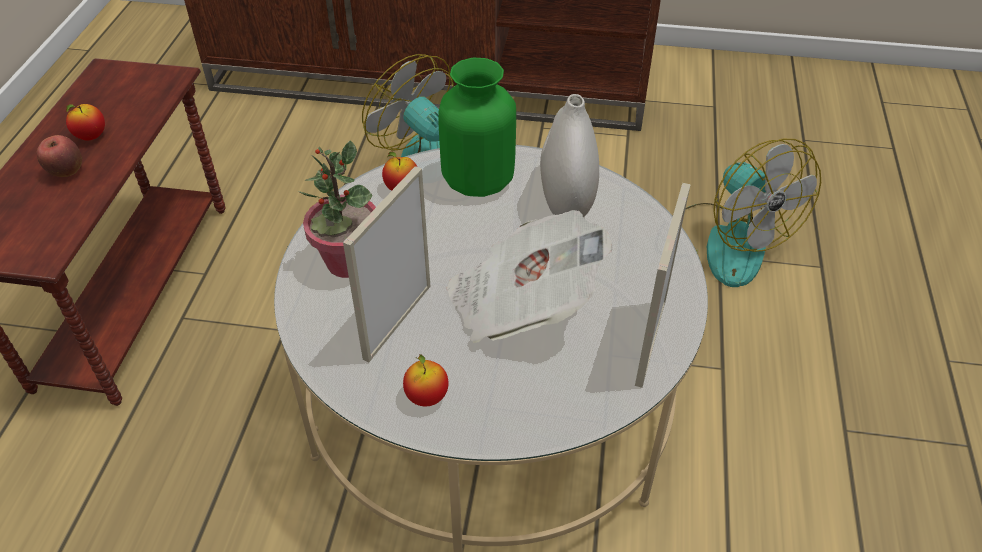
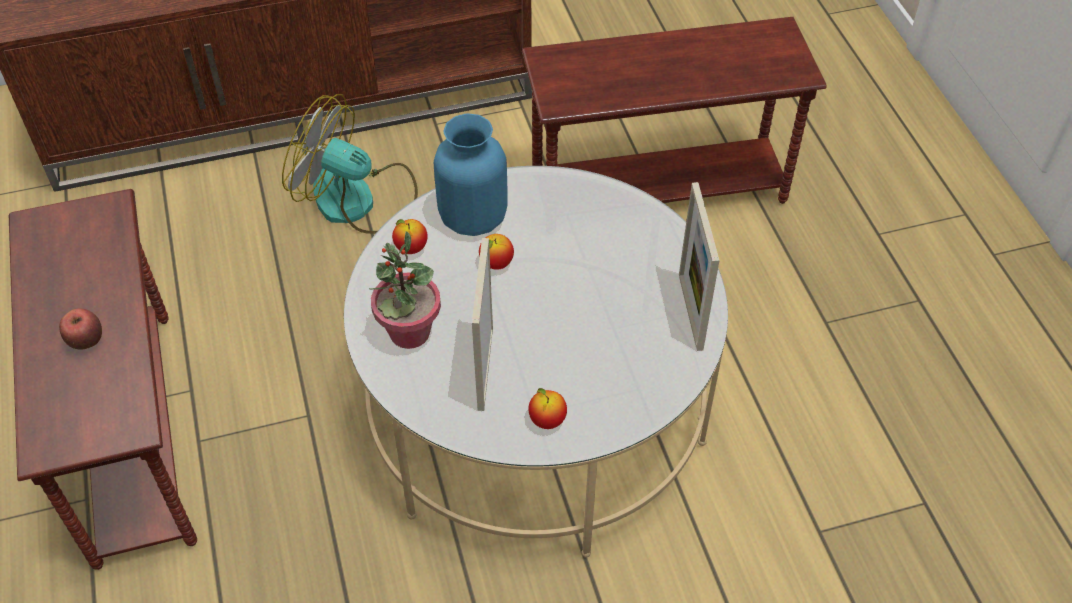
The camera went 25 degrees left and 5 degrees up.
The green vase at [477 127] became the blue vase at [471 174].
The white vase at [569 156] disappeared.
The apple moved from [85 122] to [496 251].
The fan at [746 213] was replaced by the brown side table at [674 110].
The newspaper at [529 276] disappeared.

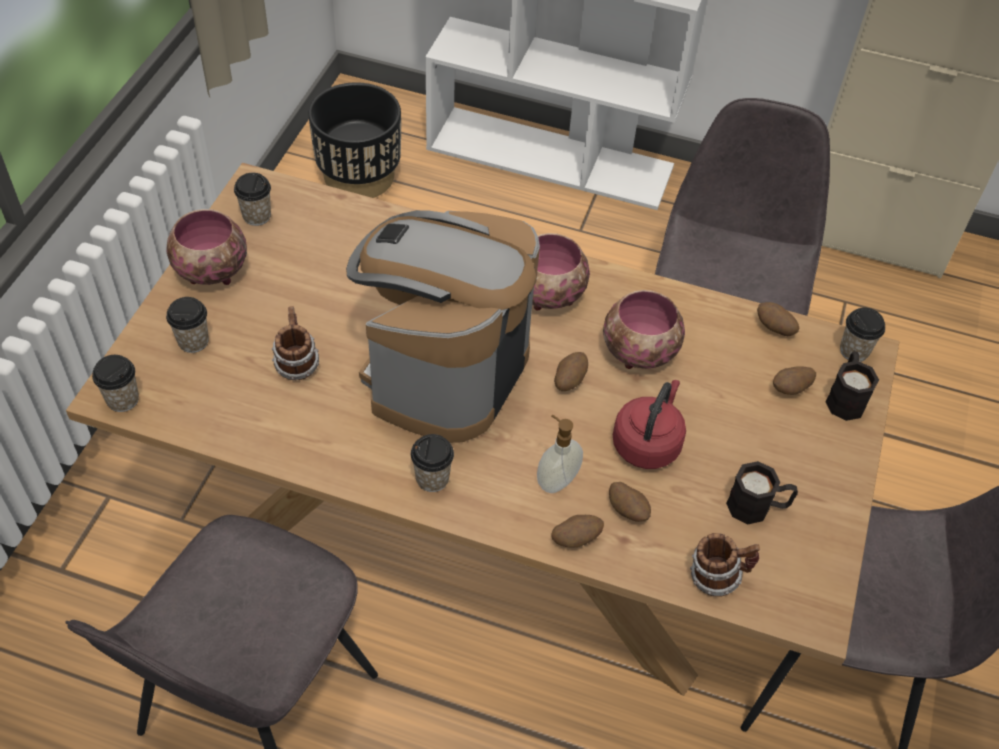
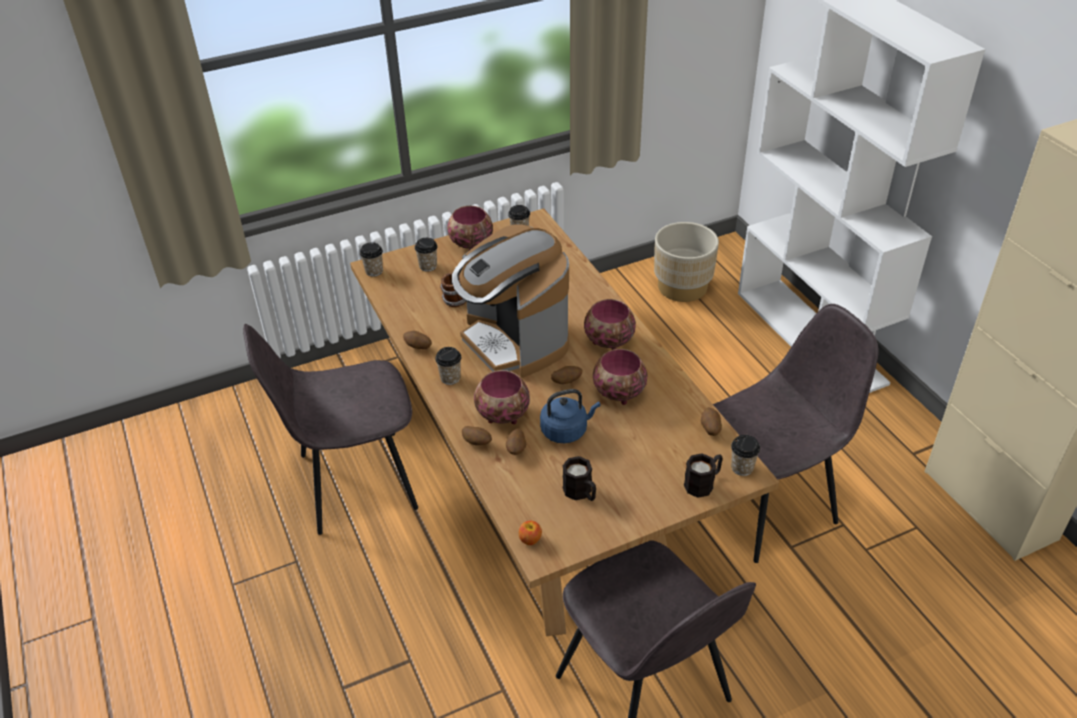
The camera went 50 degrees right and 10 degrees down.
The black planter at [354 140] became the beige planter at [686 262].
The coffee machine at [443 326] turned 105 degrees counterclockwise.
The potato moved from [794 380] to [417 340].
The red kettle at [649 424] became the blue kettle at [570 416].
The soap dispenser at [560 454] was replaced by the bowl at [502 397].
The mug at [725 565] disappeared.
The apple at [530 533] appeared.

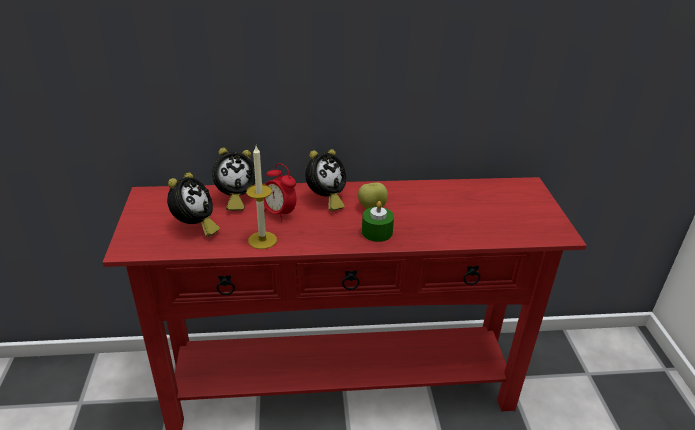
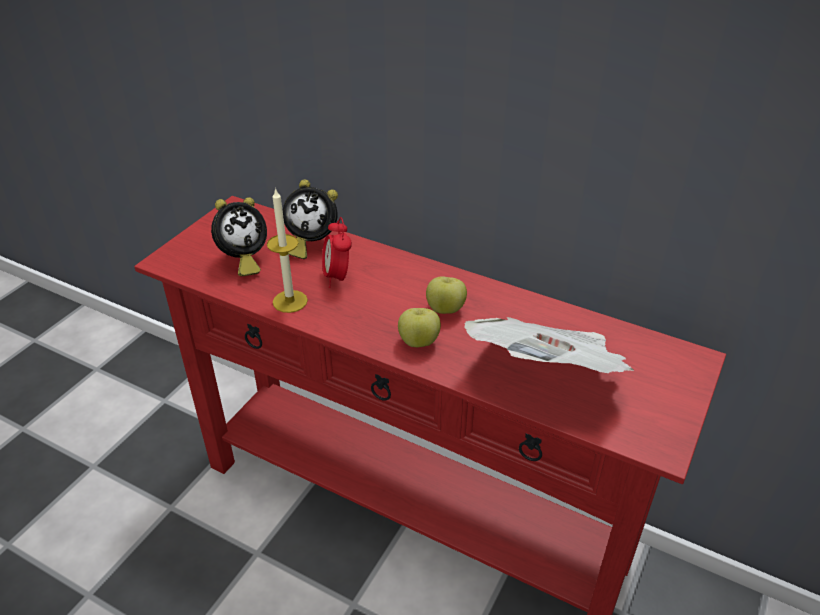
The camera went 35 degrees right and 5 degrees up.
The alarm clock at [325 180] disappeared.
The green candle at [378 221] was replaced by the apple at [419 327].
The newspaper at [549 345] appeared.

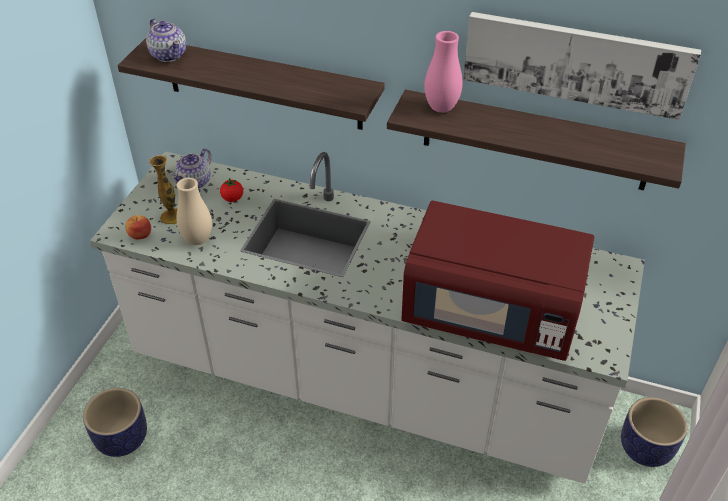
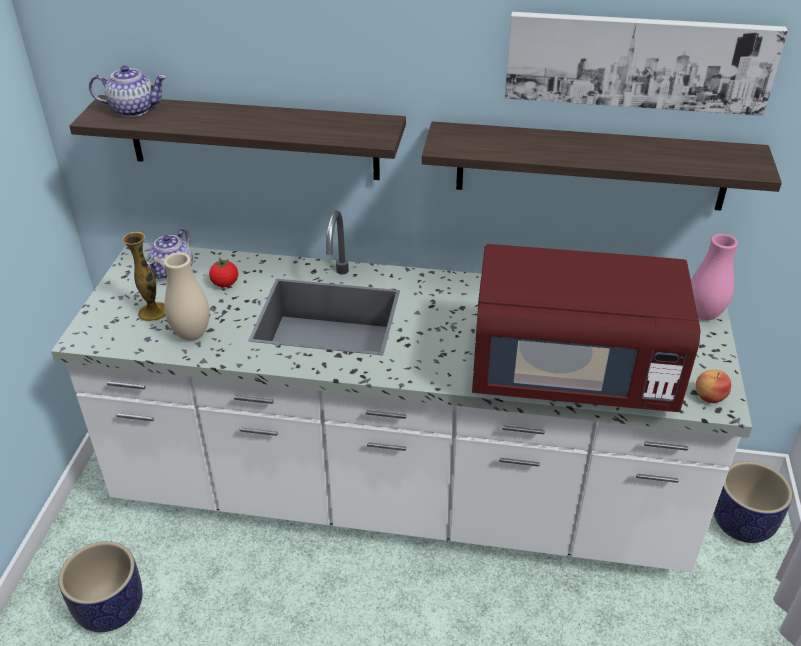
The camera went 10 degrees left and 5 degrees down.
The teapot at [166 40] turned 45 degrees counterclockwise.
The pink vase moved from [443 72] to [714 277].
The apple moved from [138 227] to [713 386].

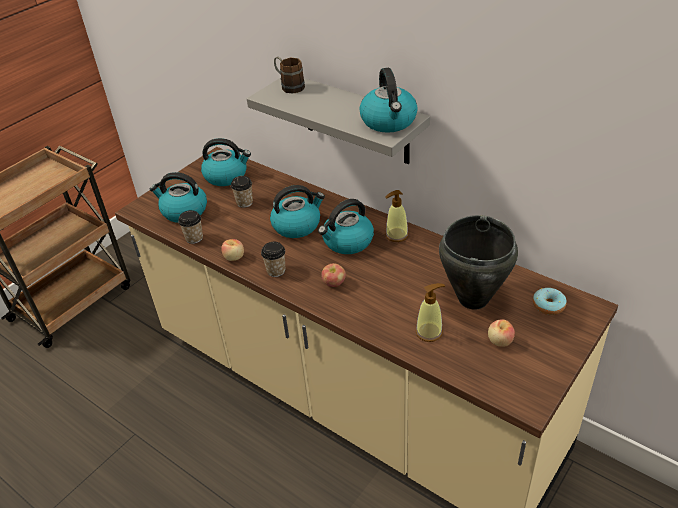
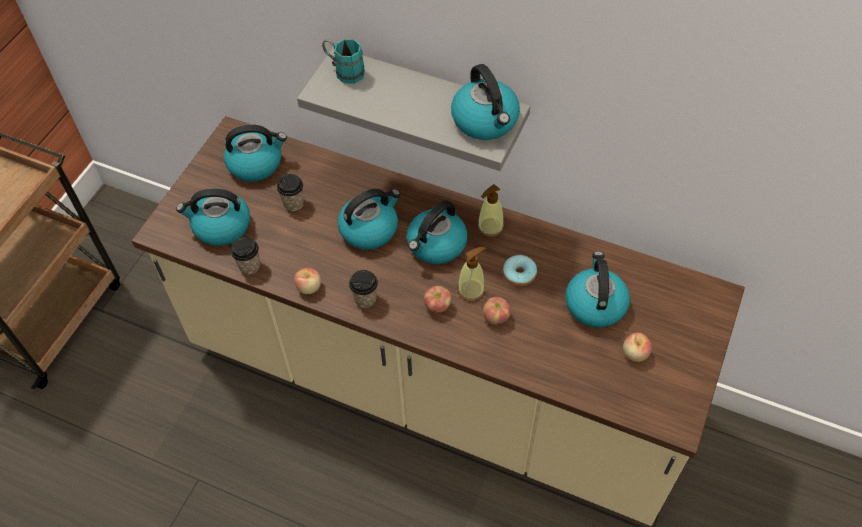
The camera went 15 degrees left and 15 degrees up.
The brown mug at [289 75] became the turquoise mug at [343 61].
The black cooking pot at [478 262] was replaced by the kettle at [597 289].
The soap dispenser moved from [430 312] to [471 274].
The donut moved from [549 301] to [520 270].
The apple at [497 311] appeared.

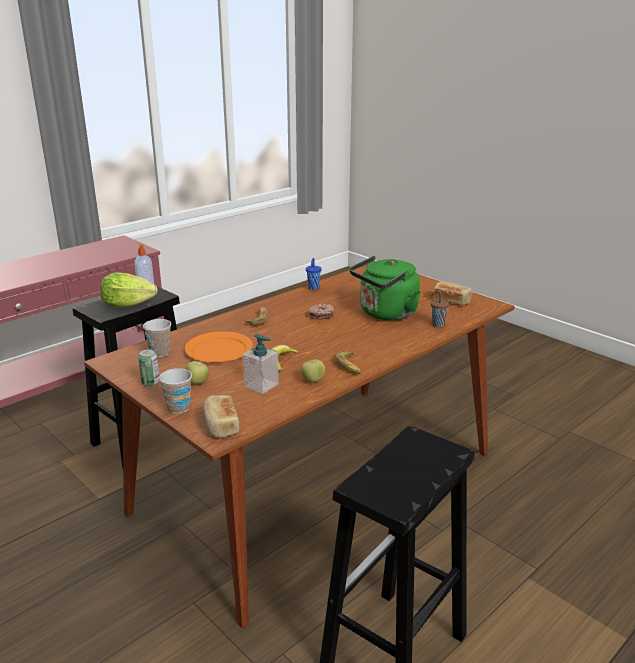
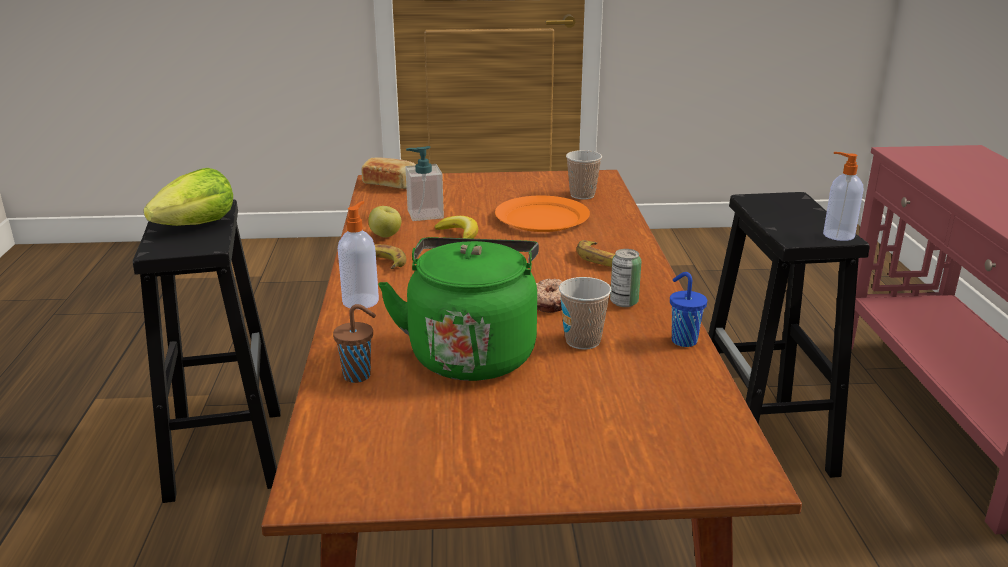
The camera went 130 degrees right and 0 degrees up.
The lettuce moved from [129 289] to [188 197].
The bread at [452 293] disappeared.
The can moved from [149 367] to [626 278].
The apple at [197 372] disappeared.
The cup moved from [175 391] to [585 313].
The soap dispenser at [358 254] appeared.

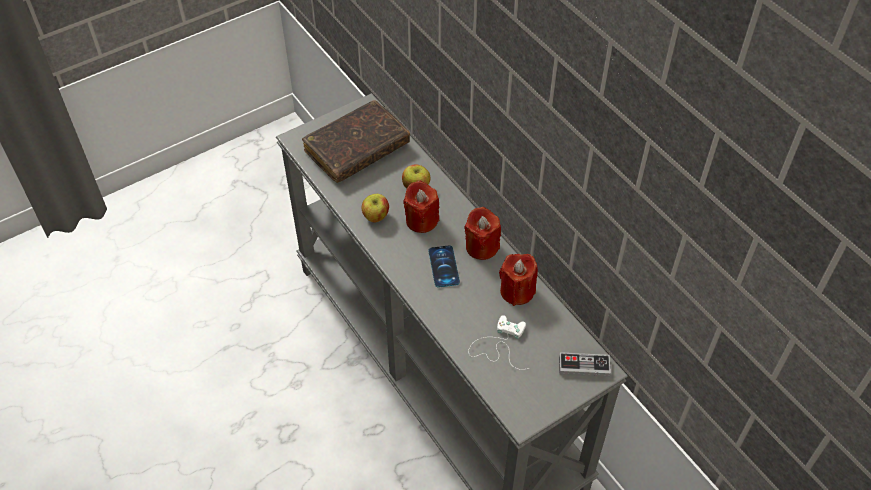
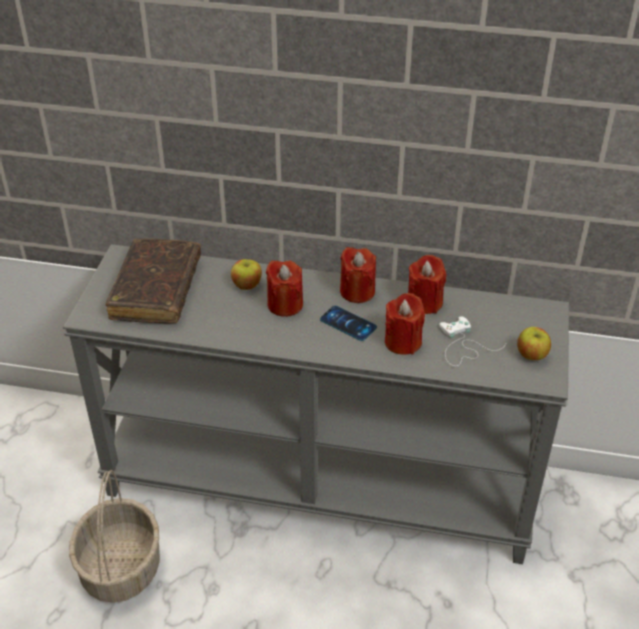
The camera went 45 degrees left and 10 degrees down.
The apple moved from [375 208] to [534 343].
The game controller at [585 364] disappeared.
The red candle at [405 324] appeared.
The basket at [114 536] appeared.

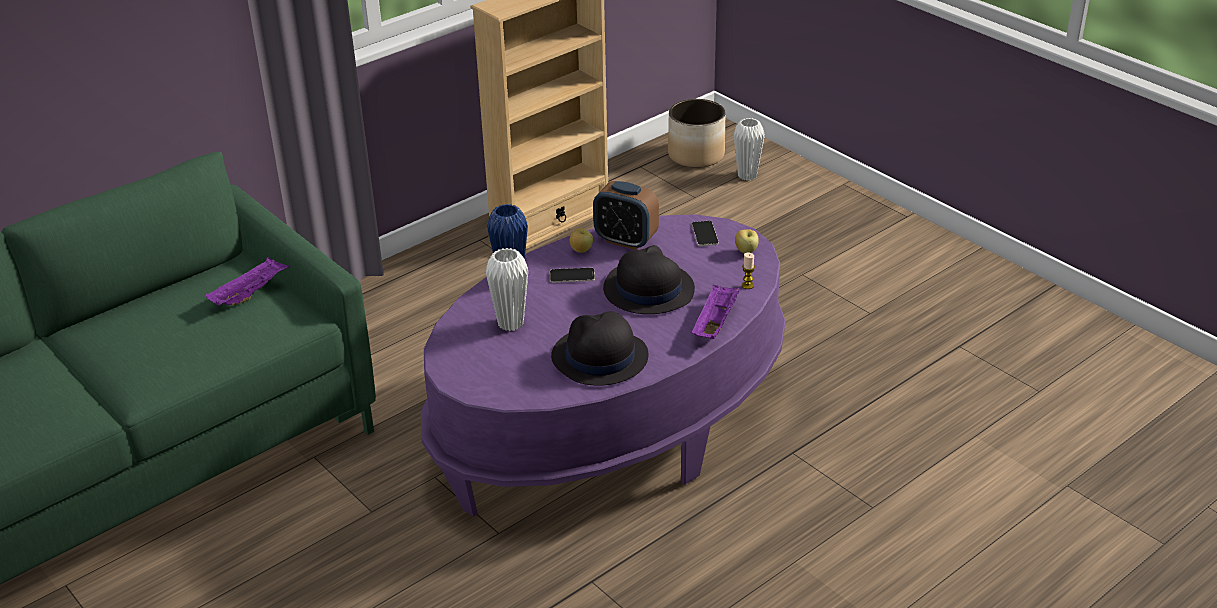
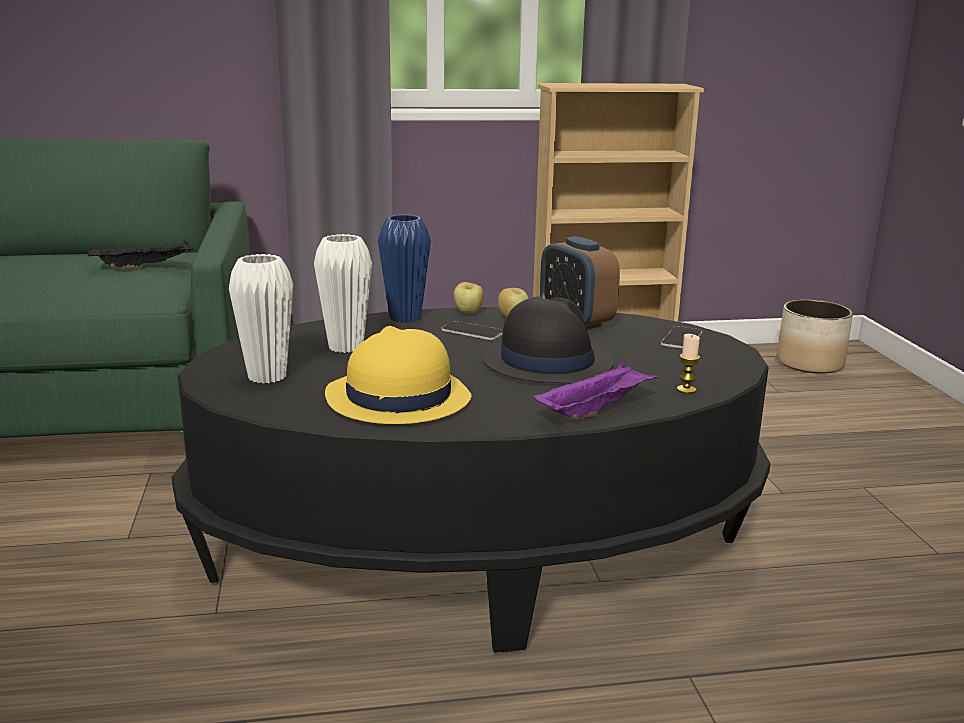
The camera went 30 degrees right and 15 degrees down.
The white vase moved from [749 149] to [261 319].
The purple coffee table at [603 365] became the black coffee table at [471 480].
The apple moved from [747 241] to [468 298].
The purple tray at [248 281] became the black tray at [140 254].
The black hat at [600 348] became the yellow hat at [398 375].

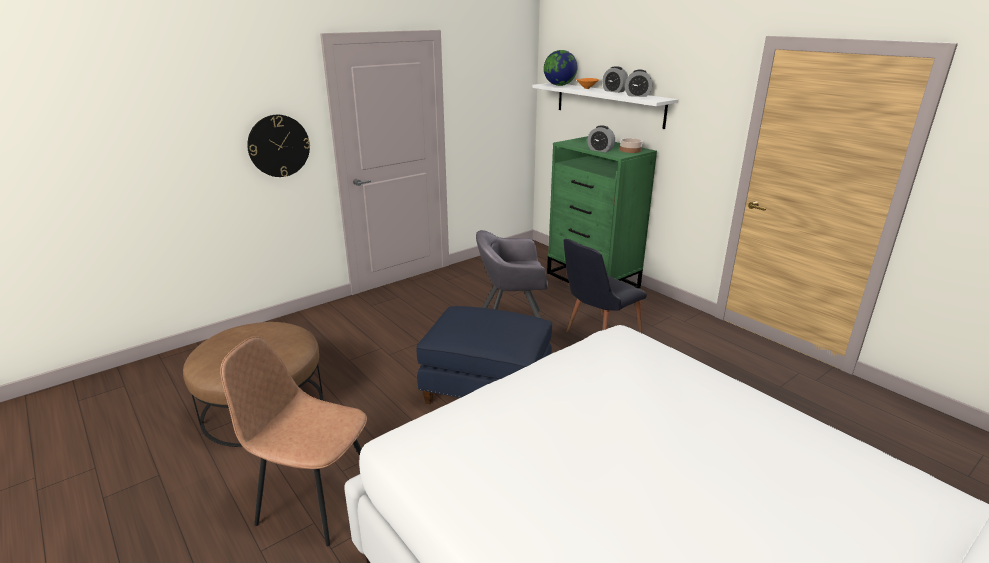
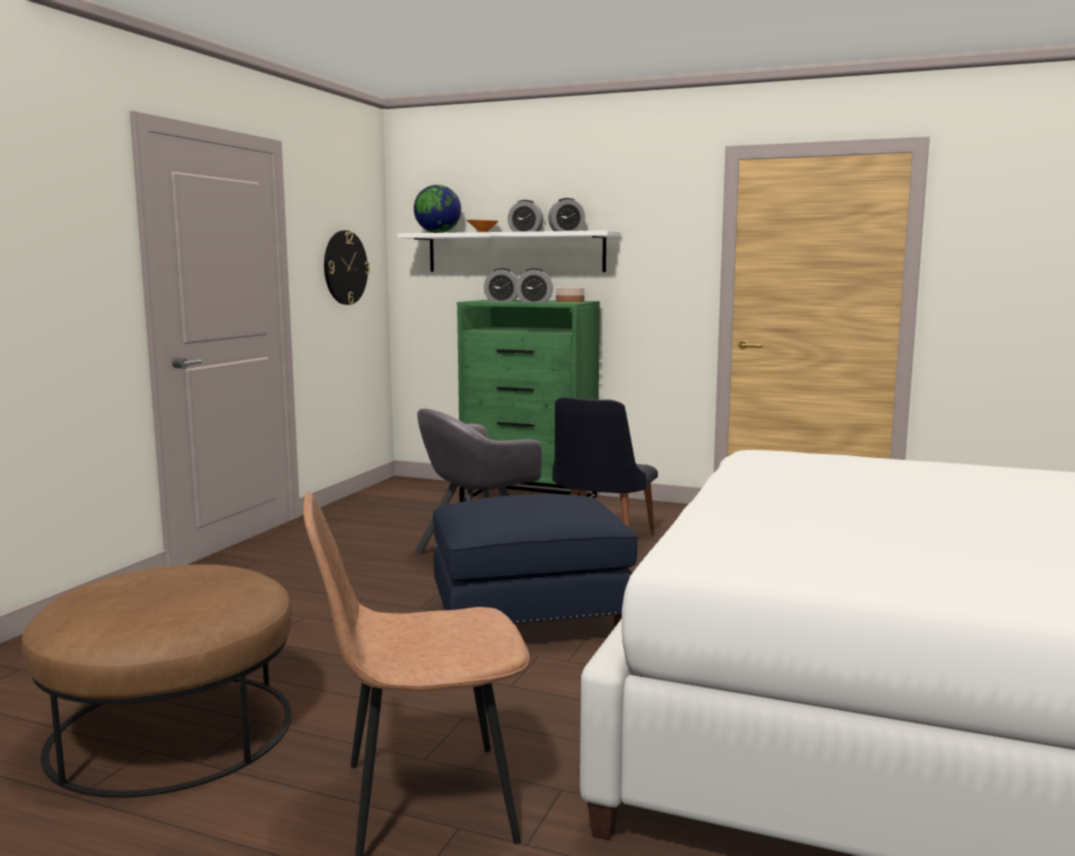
The camera went 30 degrees left and 15 degrees down.
The wall clock moved from [278 146] to [347 267].
The alarm clock at [501 285] appeared.

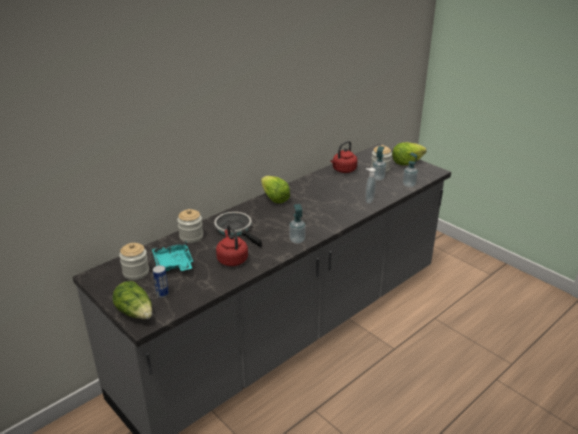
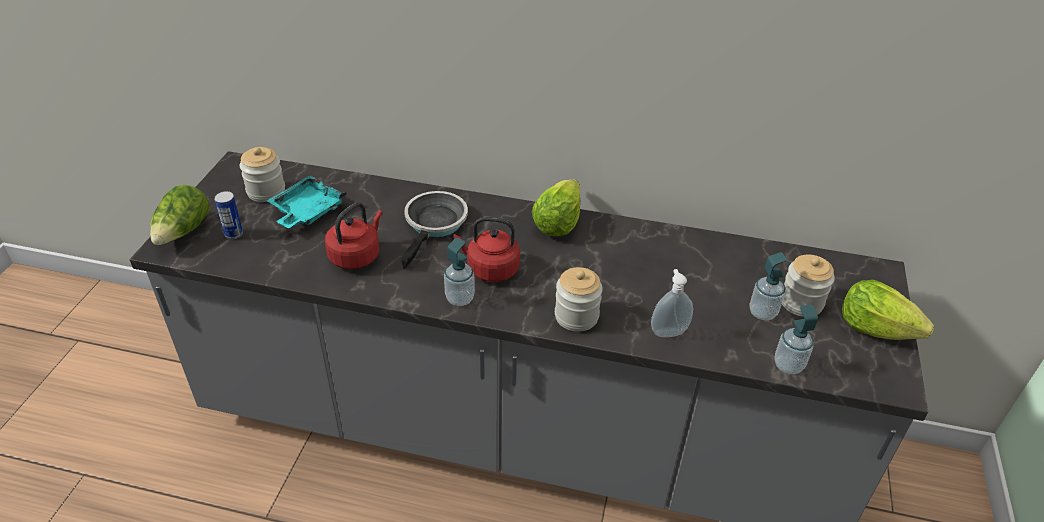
The camera went 55 degrees right and 10 degrees up.
The red kettle moved from [344 157] to [487 249].
The jar moved from [190 226] to [579 299].

